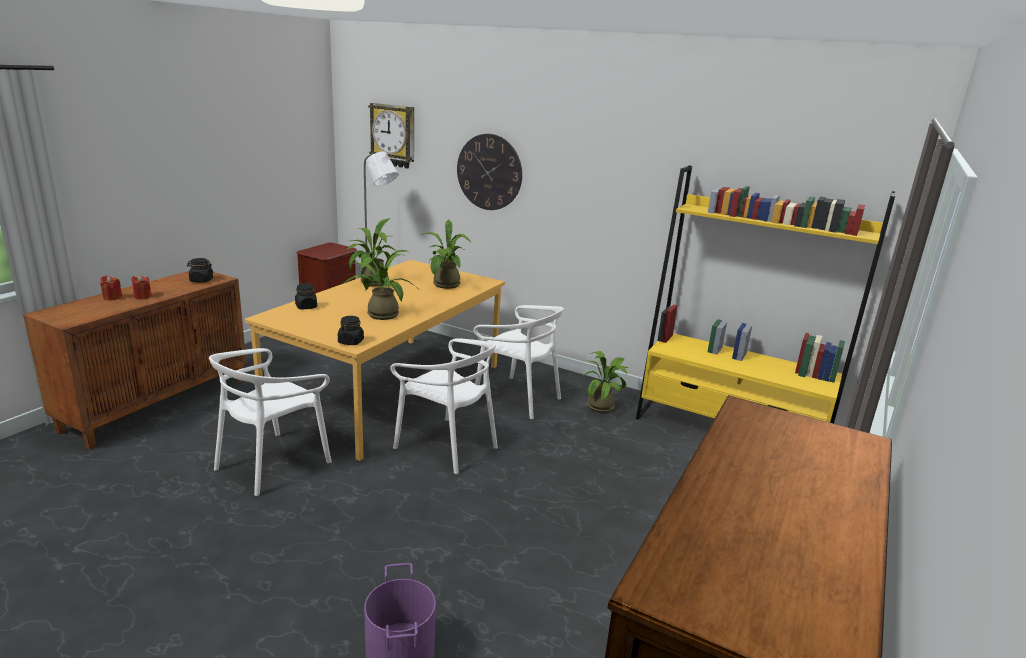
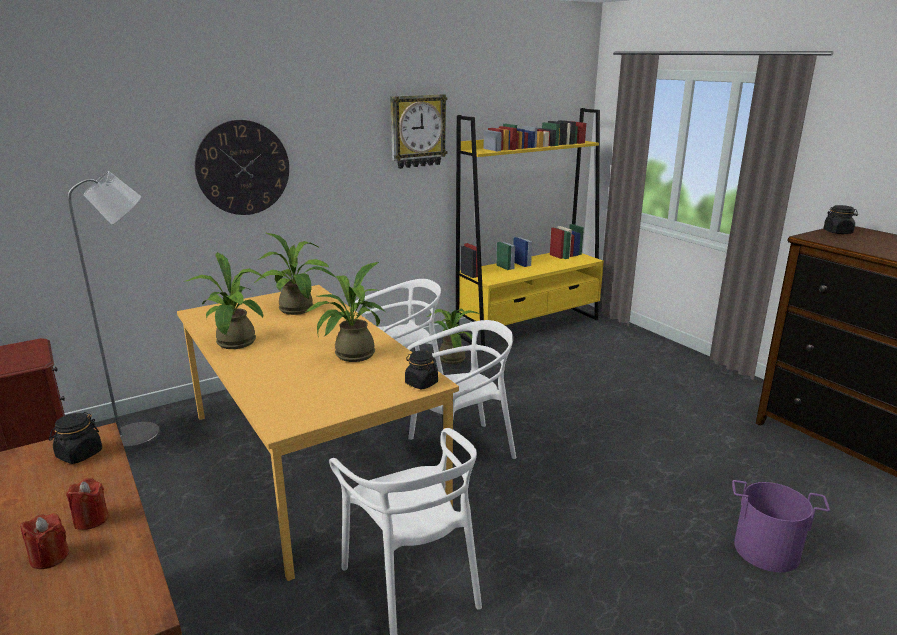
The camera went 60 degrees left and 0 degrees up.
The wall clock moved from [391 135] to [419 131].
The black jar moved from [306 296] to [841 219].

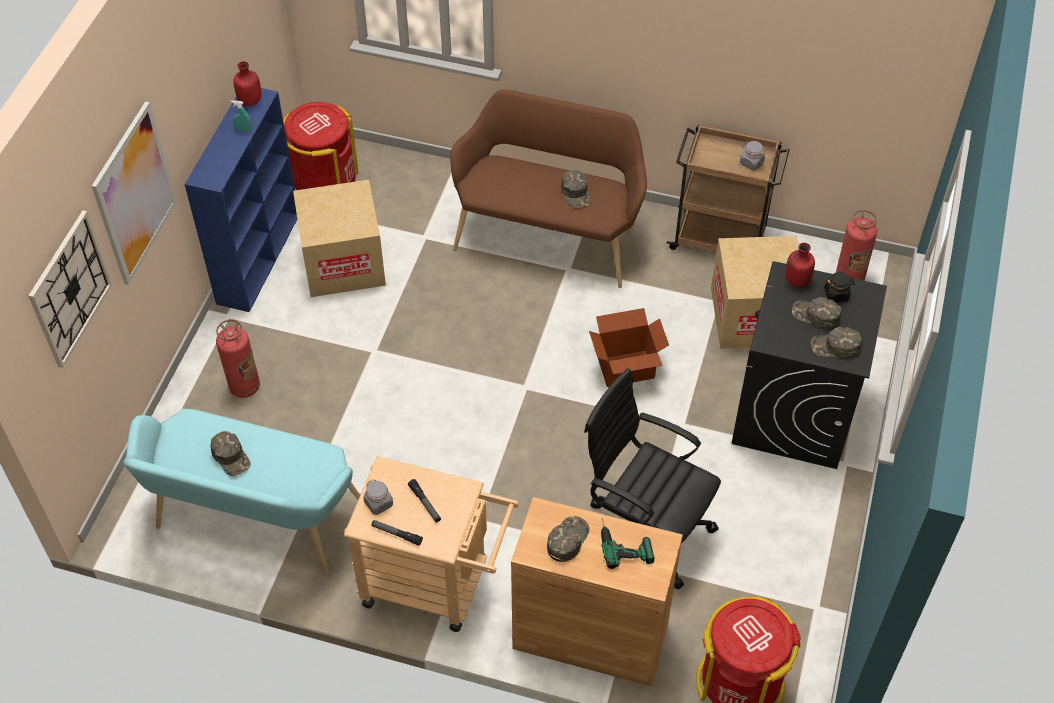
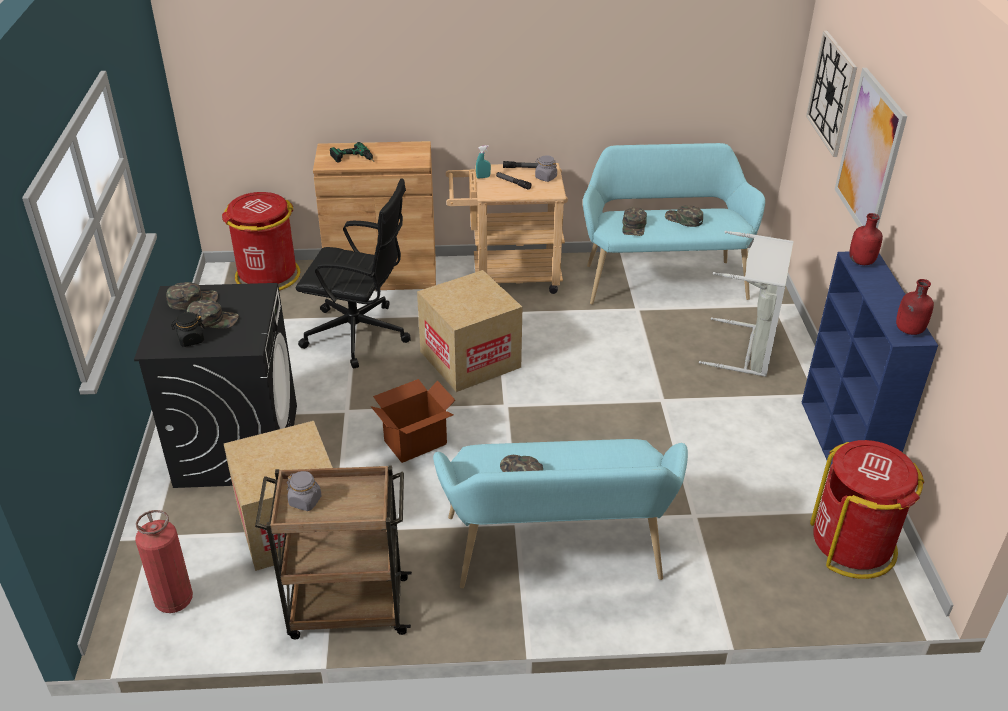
The camera went 160 degrees right and 15 degrees down.
The brown bench at [548 188] became the turquoise bench at [560 513].
The turquoise spray bottle moved from [241 116] to [483 162].
The cardboard box moved from [339 238] to [469 331].
The red bottle moved from [800 265] to [866 239].
The fire extinguisher at [238 359] was replaced by the grey laundry basket at [746 304].
The green cap moved from [568 539] to [634 221].

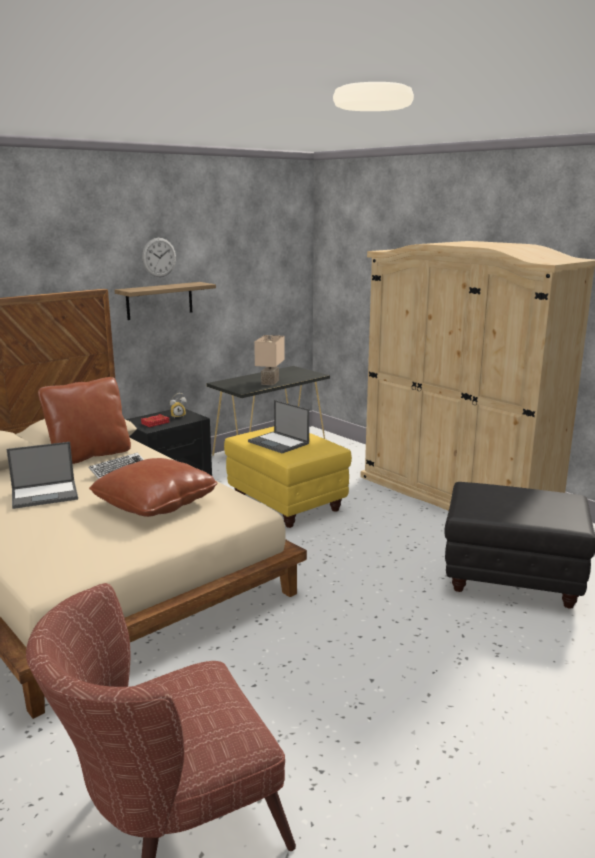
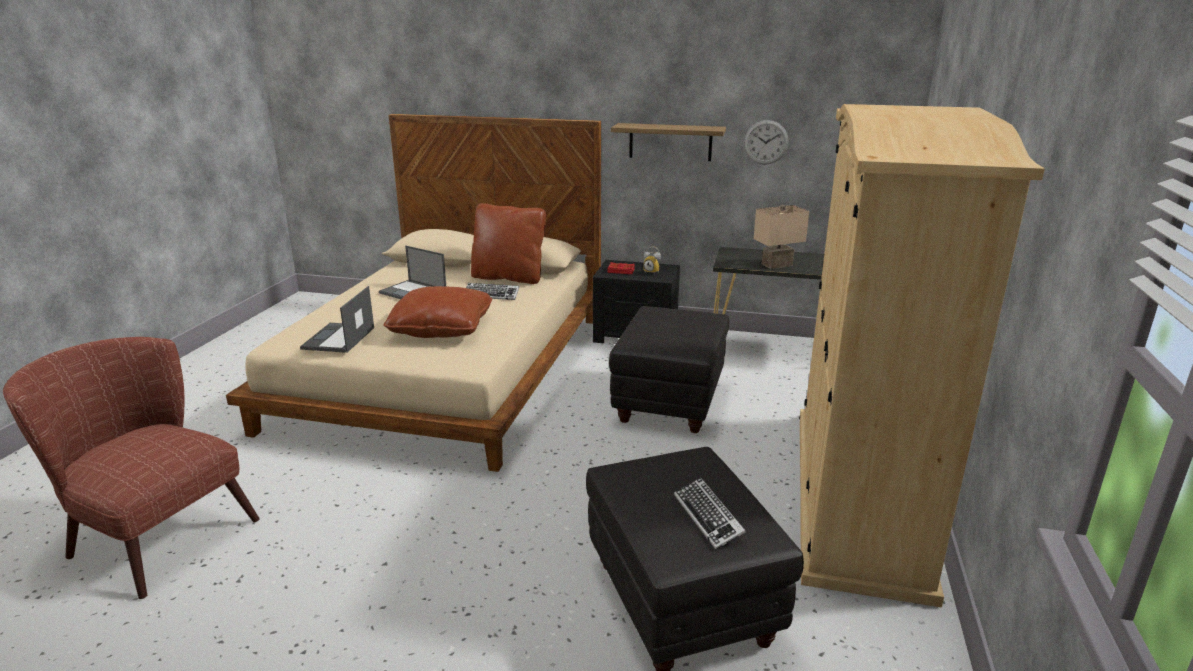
The camera went 55 degrees right and 5 degrees up.
The wall clock moved from [159 257] to [766 142].
The laptop moved from [278 427] to [337 319].
The yellow ottoman at [288 477] became the black ottoman at [669 369].
The keyboard at [710 514] appeared.

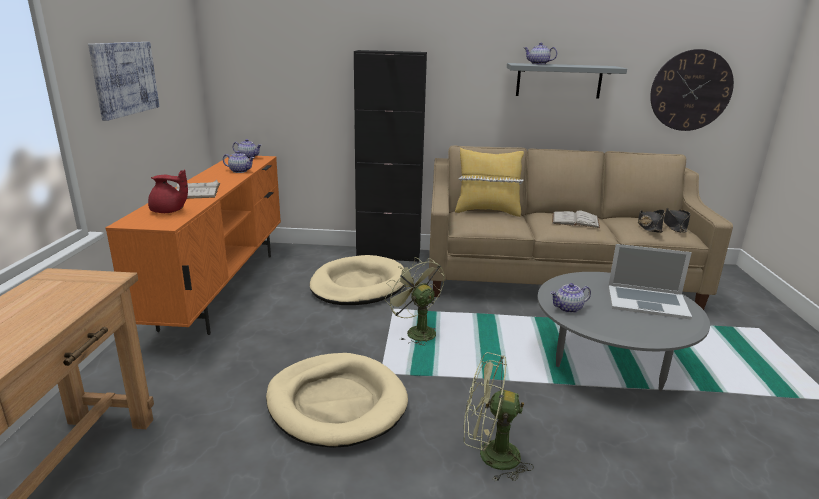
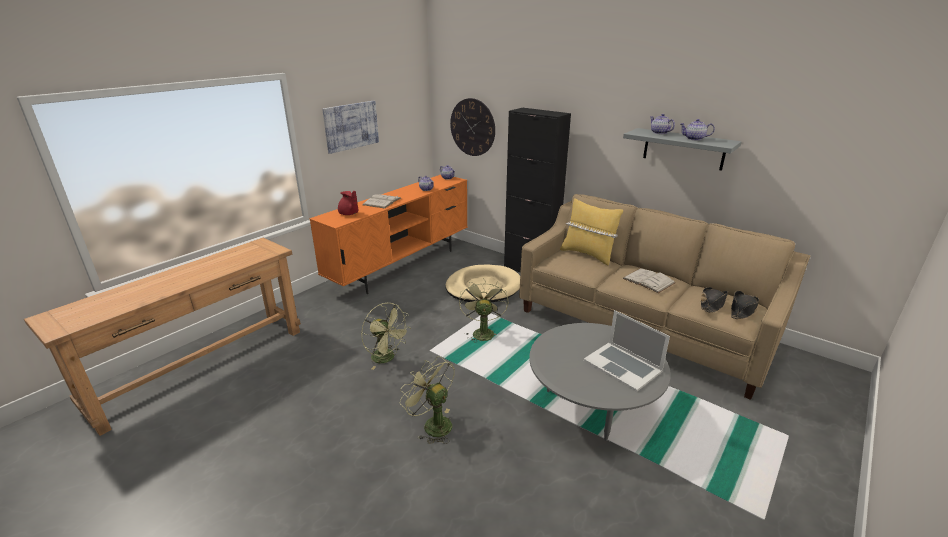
The camera went 35 degrees right and 5 degrees up.
The wall clock moved from [692 90] to [472 127].
The teapot moved from [570 298] to [697 129].
The beige dog bed at [337 400] was replaced by the green fan at [386 336].

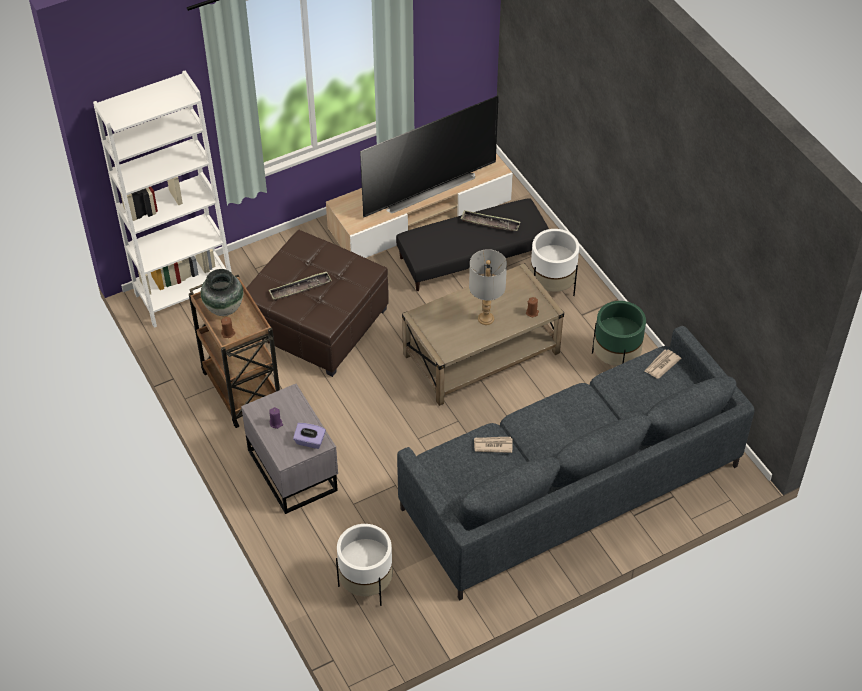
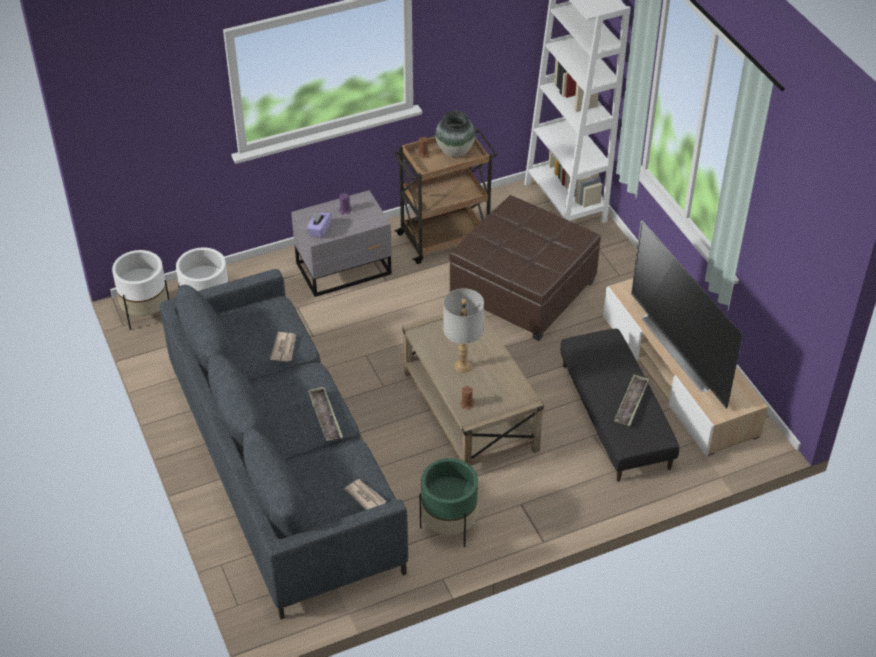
The camera went 95 degrees right and 5 degrees down.
The white planter moved from [554 262] to [140 290].
The tray moved from [300 286] to [325 414].

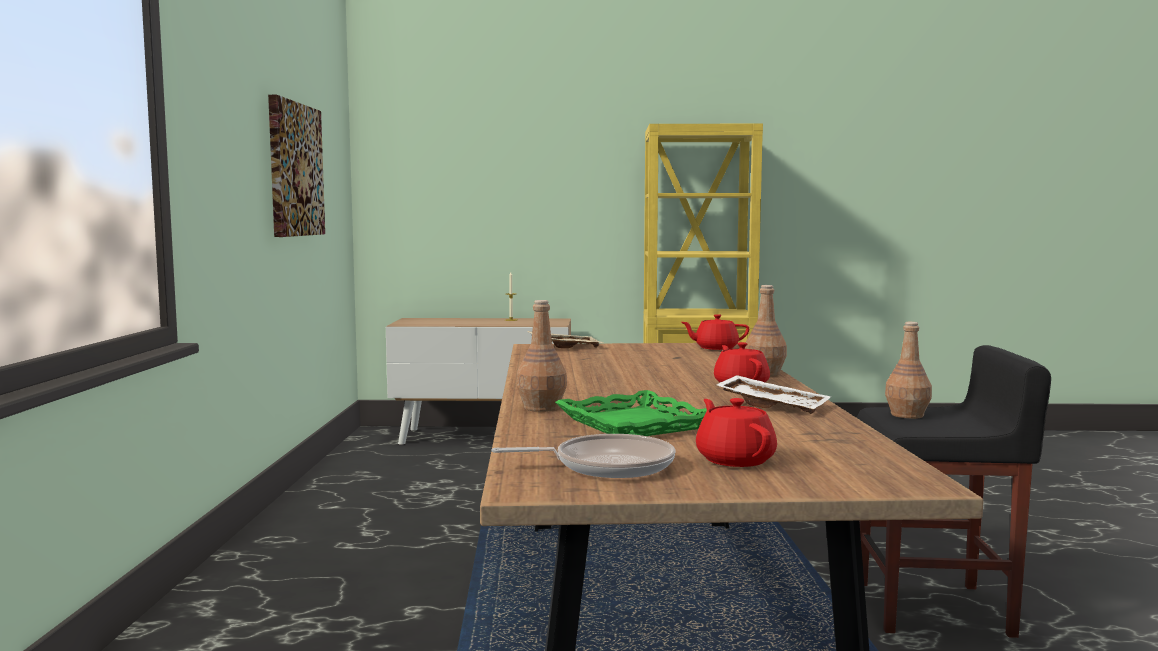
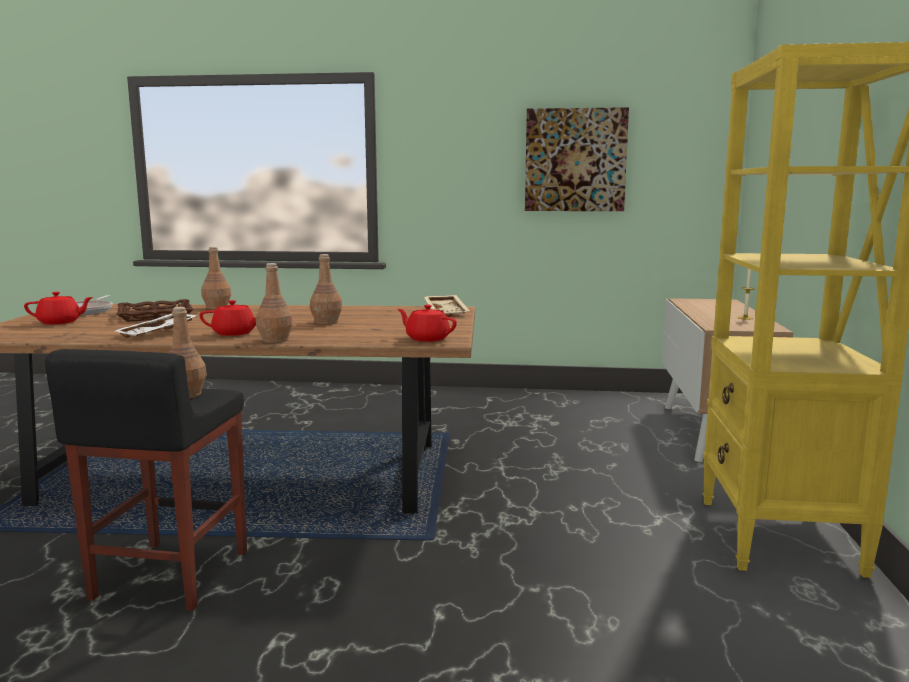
The camera went 95 degrees right and 5 degrees up.
The red teapot at [715 332] turned 60 degrees counterclockwise.
The green tray at [631 413] became the brown tray at [155 310].
The brown bottle at [326 289] appeared.

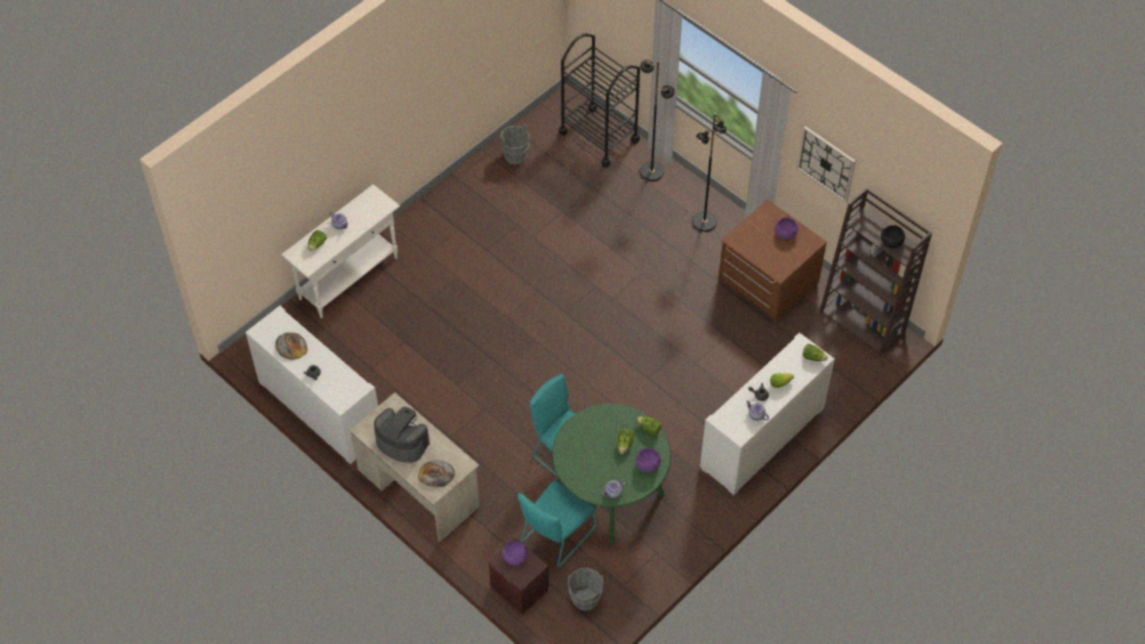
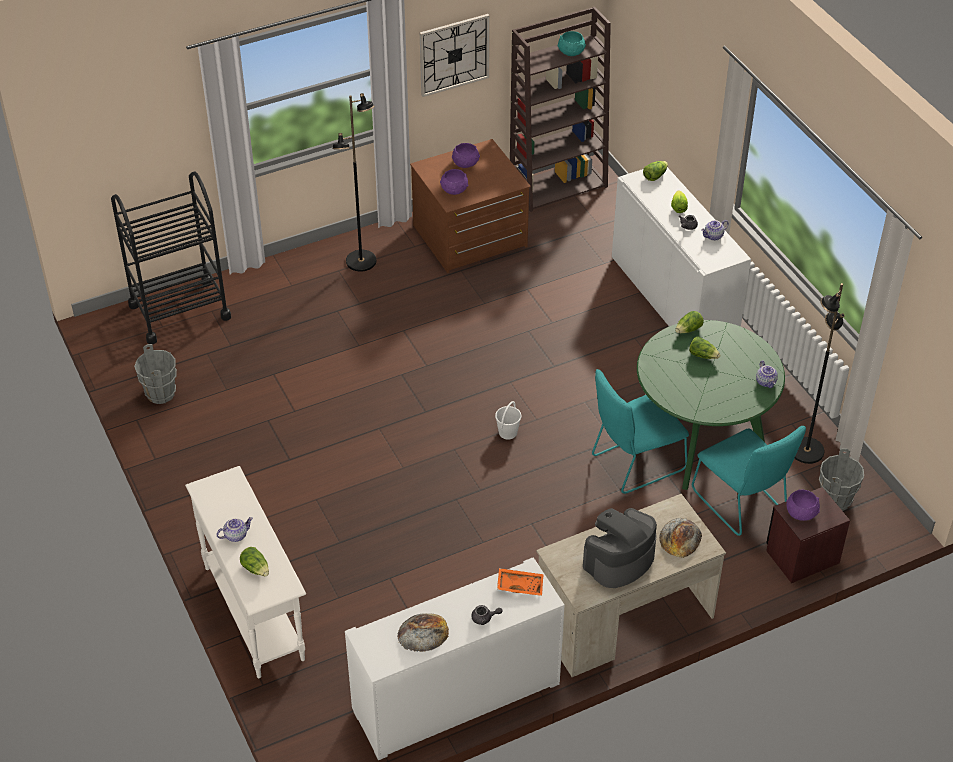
The camera went 70 degrees left and 10 degrees down.
The black floor lamp moved from [657 120] to [820 373].
The black bowl at [893 236] became the turquoise bowl at [571 43].
The purple bowl moved from [648 460] to [454 182].
The white bucket at [508 420] appeared.
The orange tray at [520 582] appeared.

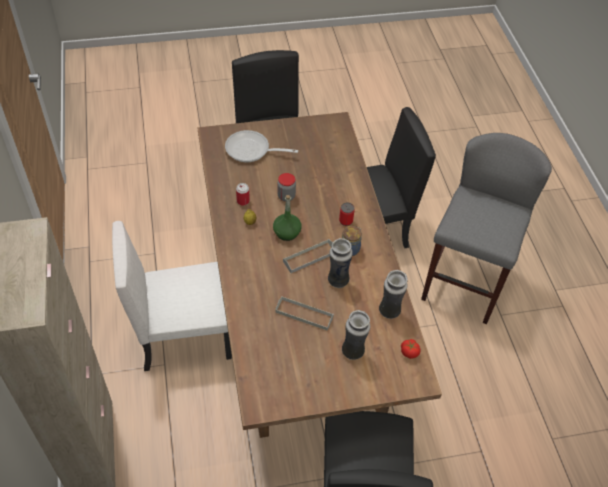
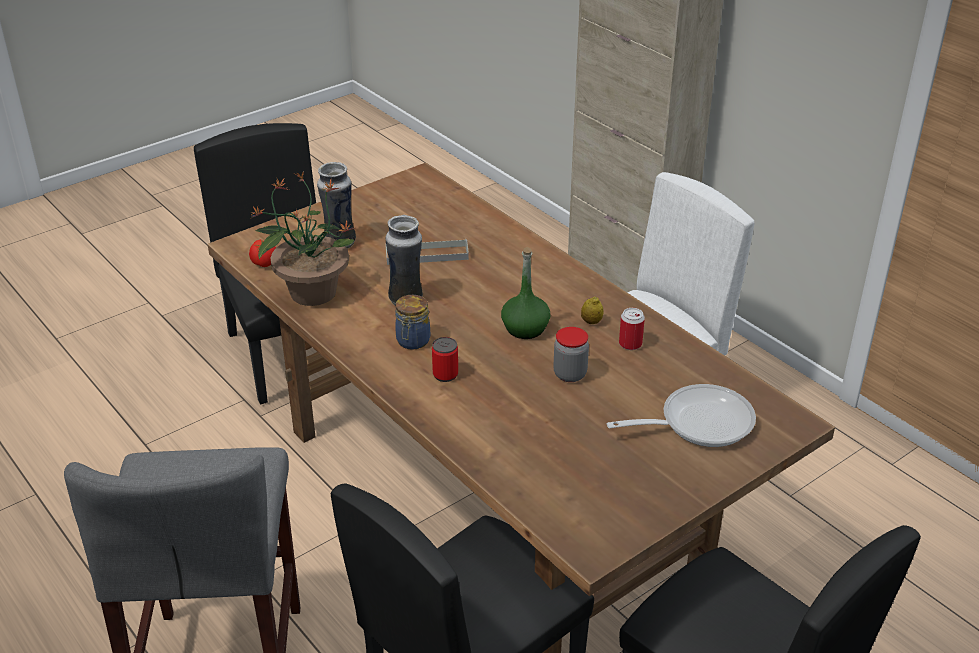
The camera went 155 degrees right and 15 degrees down.
The grey tray at [308 256] disappeared.
The vase at [393 294] was replaced by the potted plant at [302 239].

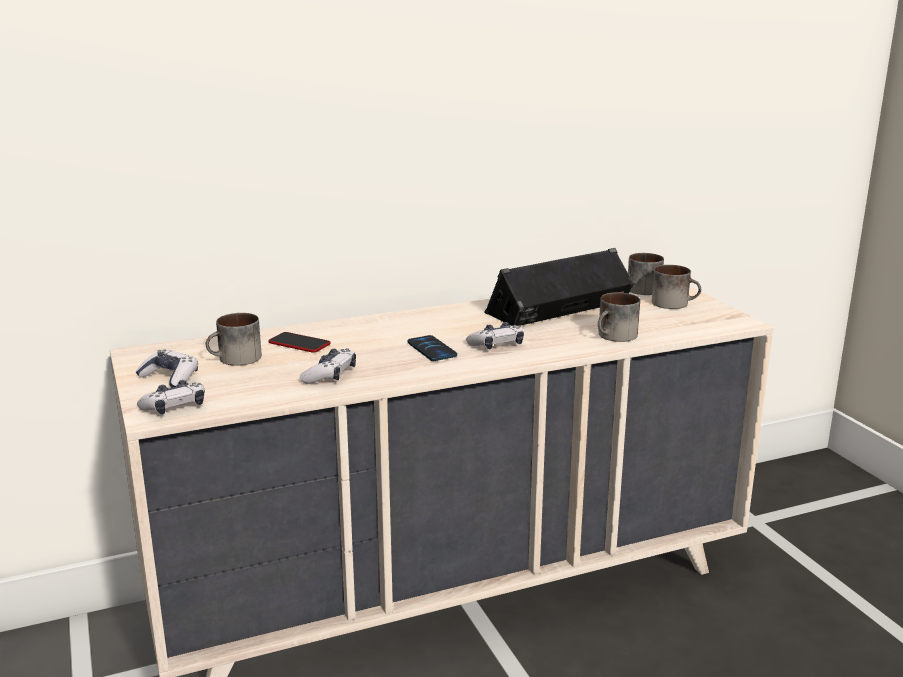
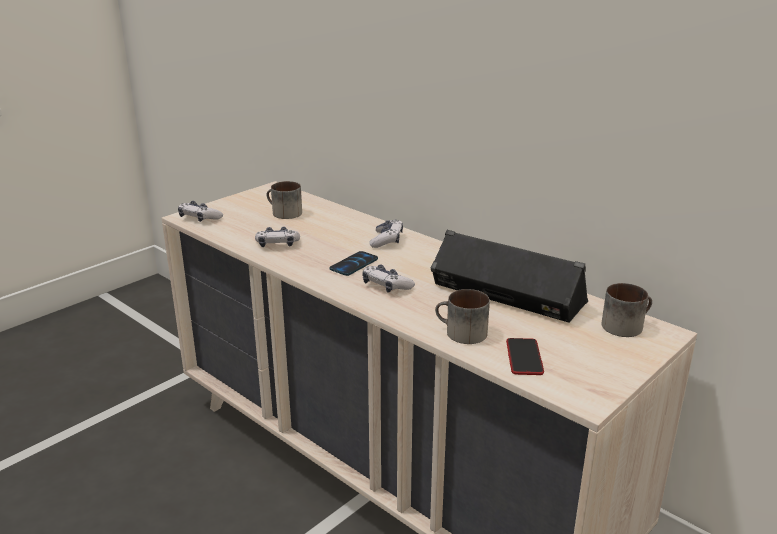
The camera went 65 degrees right and 5 degrees up.
The mug at [676 287] disappeared.
The phone moved from [299 342] to [525 356].
The game controller moved from [166 368] to [386 233].

